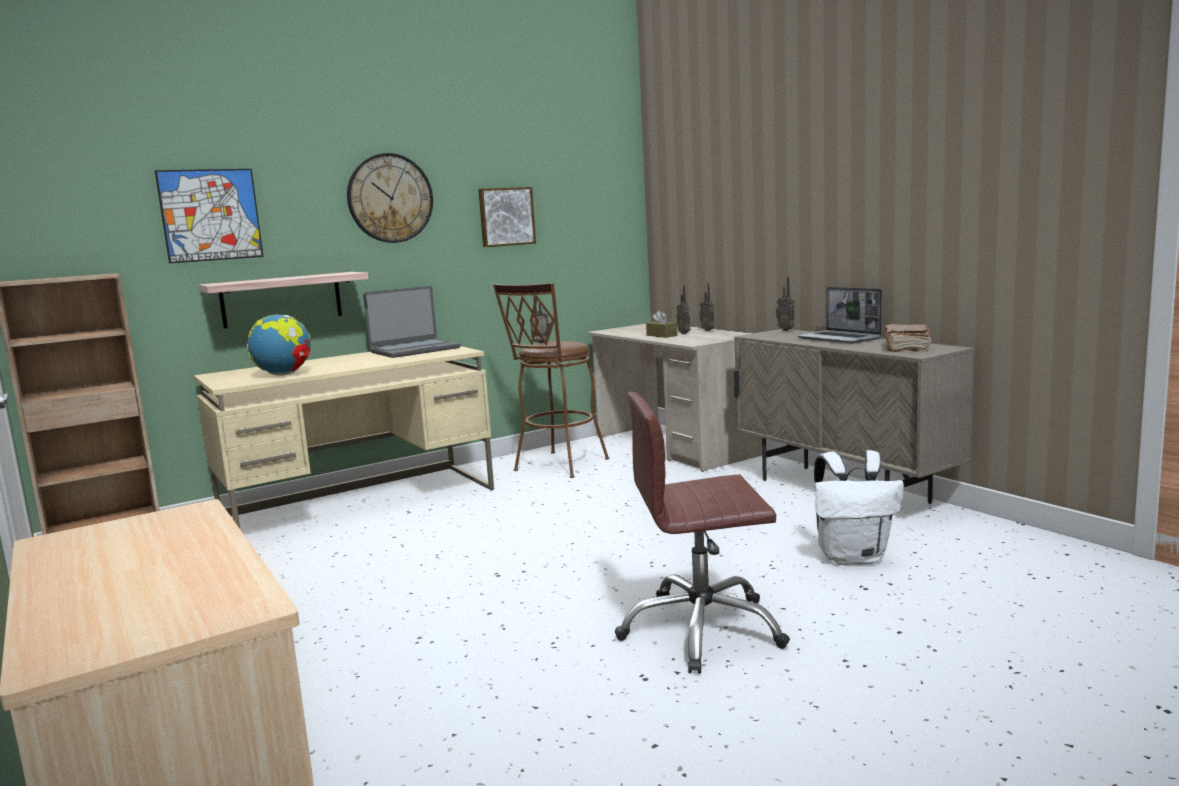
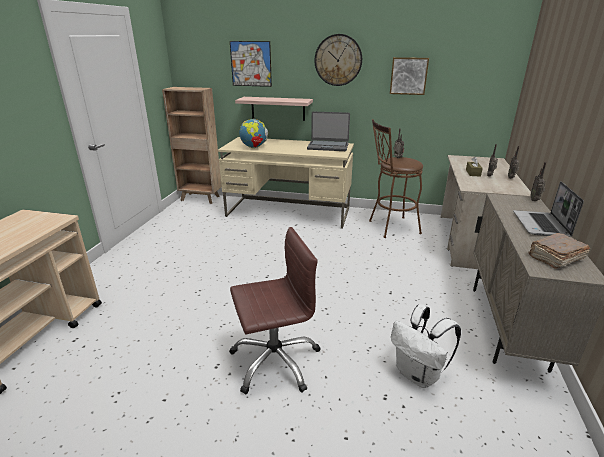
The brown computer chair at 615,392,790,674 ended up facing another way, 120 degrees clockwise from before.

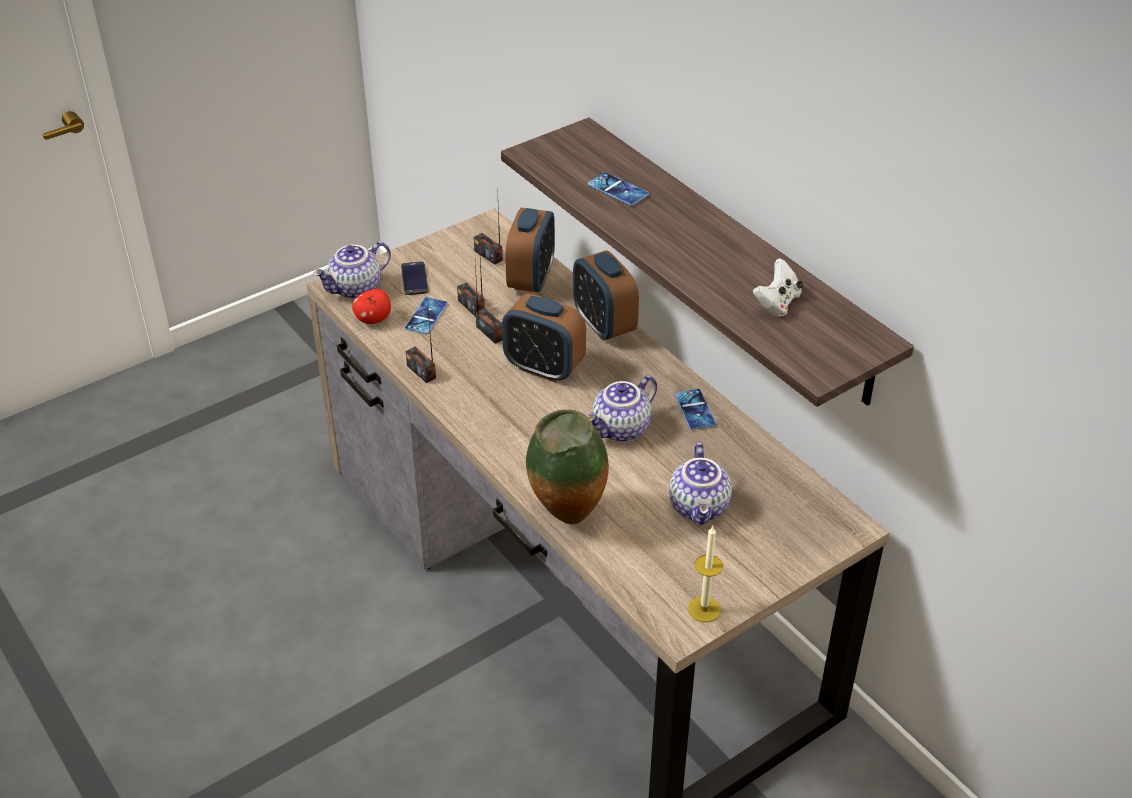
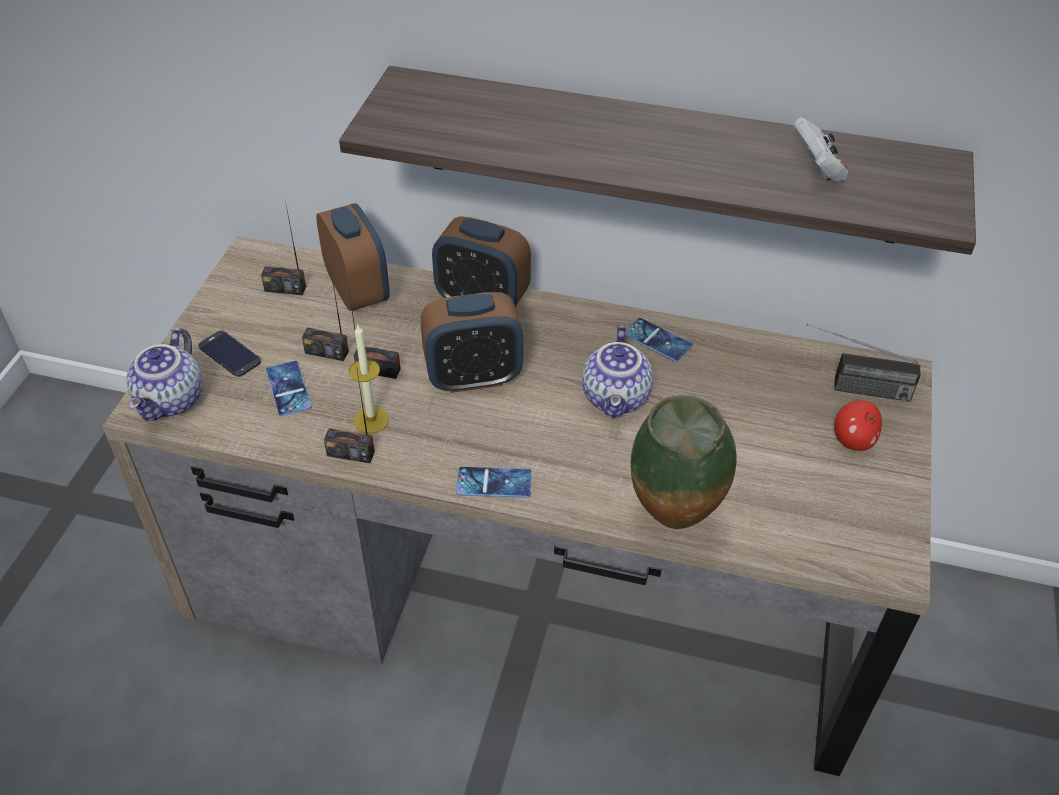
The second view lost the tea pot at 669,443,732,525. The second view gained the radio at 807,324,921,402. The apple fruit ended up elsewhere, having gone from 352,289,391,324 to 834,400,882,451. The phone ended up elsewhere, having gone from 588,172,649,206 to 456,466,532,498. The candle ended up elsewhere, having gone from 688,526,723,622 to 349,325,389,434.

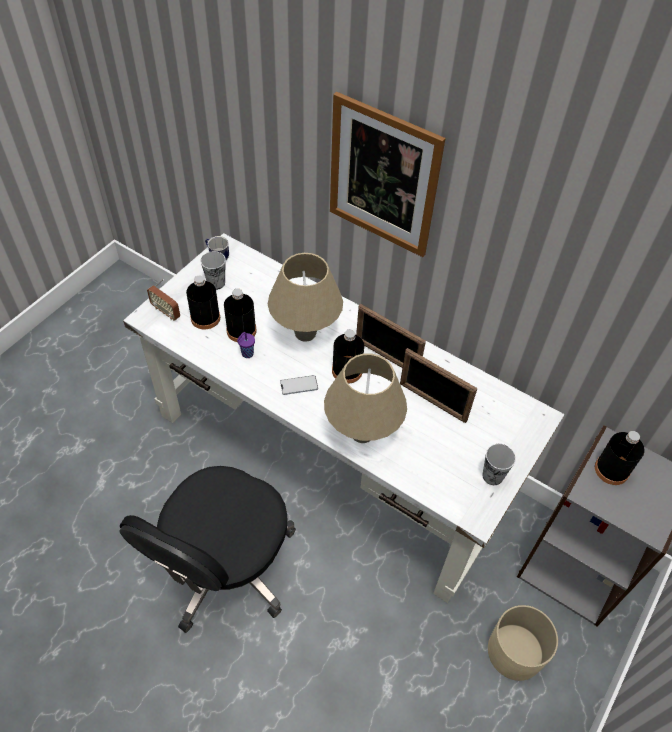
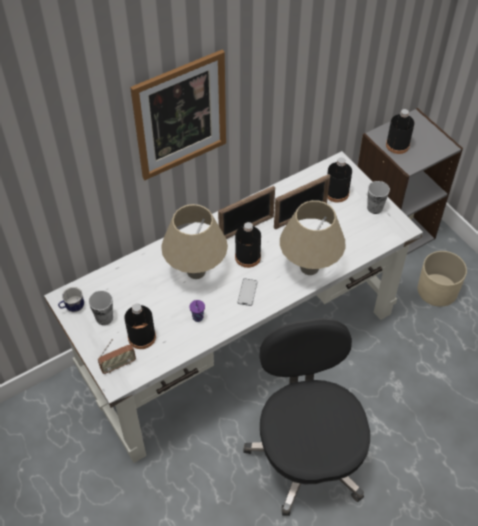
The blackish beverage bottle ended up elsewhere, having gone from 224,289,257,342 to 327,157,352,203. The blackish computer chair at 119,466,296,633 ended up facing another way, 150 degrees counterclockwise from before.

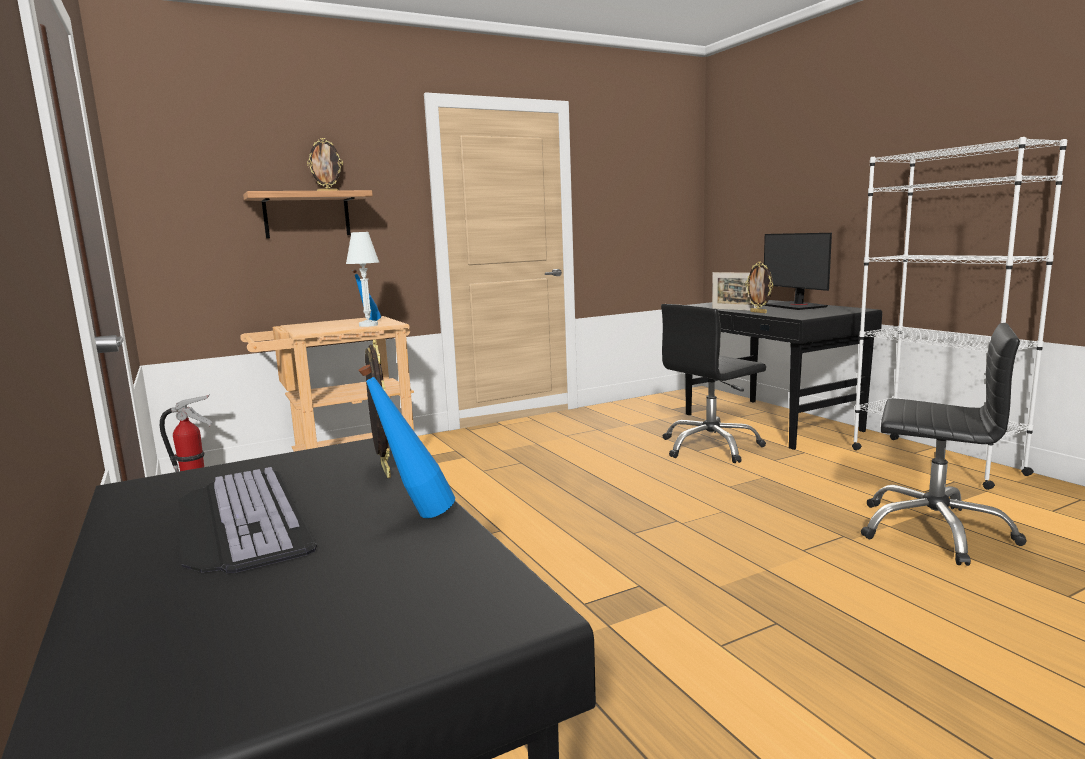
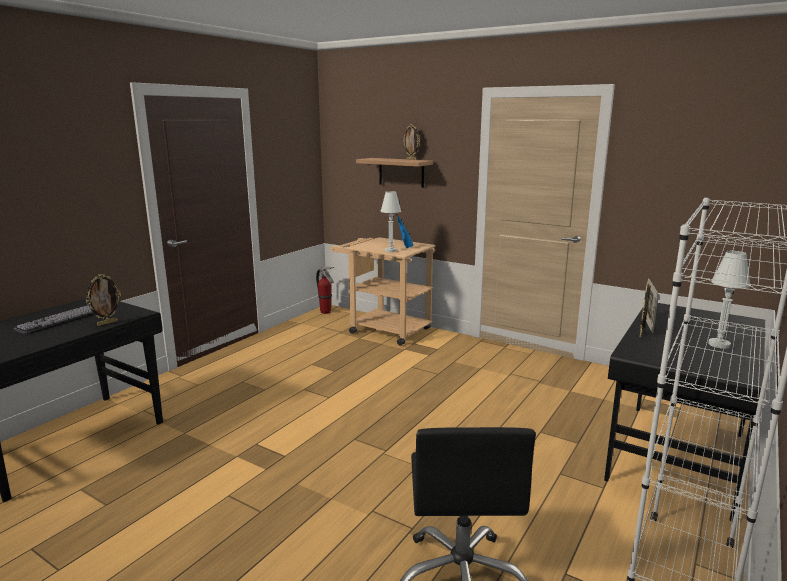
The second view lost the blue beverage bottle at 358,365,455,518. The second view lost the blackish computer chair at 661,304,766,463. Where the monitor stood at 764,233,832,310, the whitish lamp for a table came to stand at 708,251,751,349.

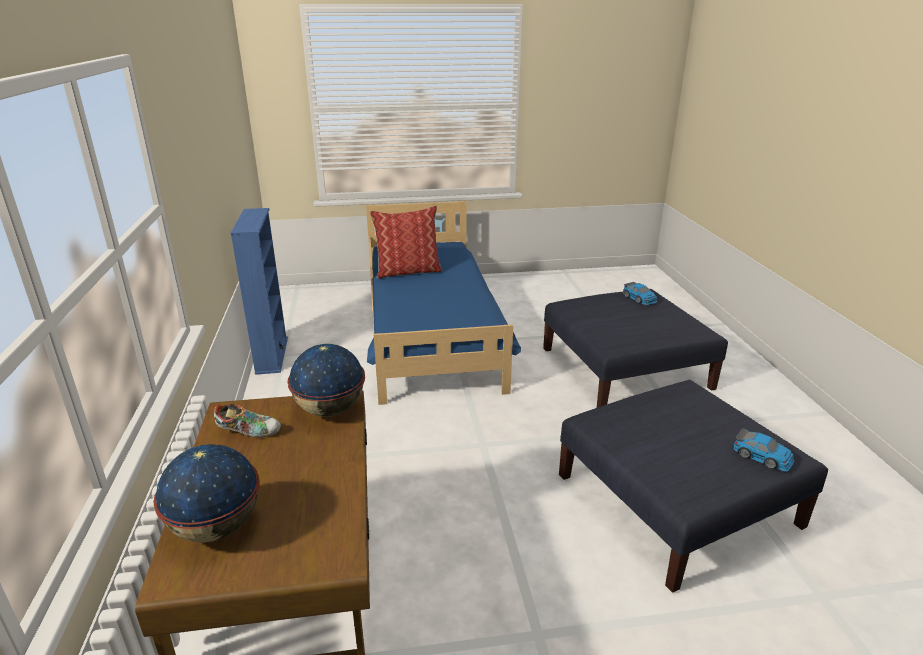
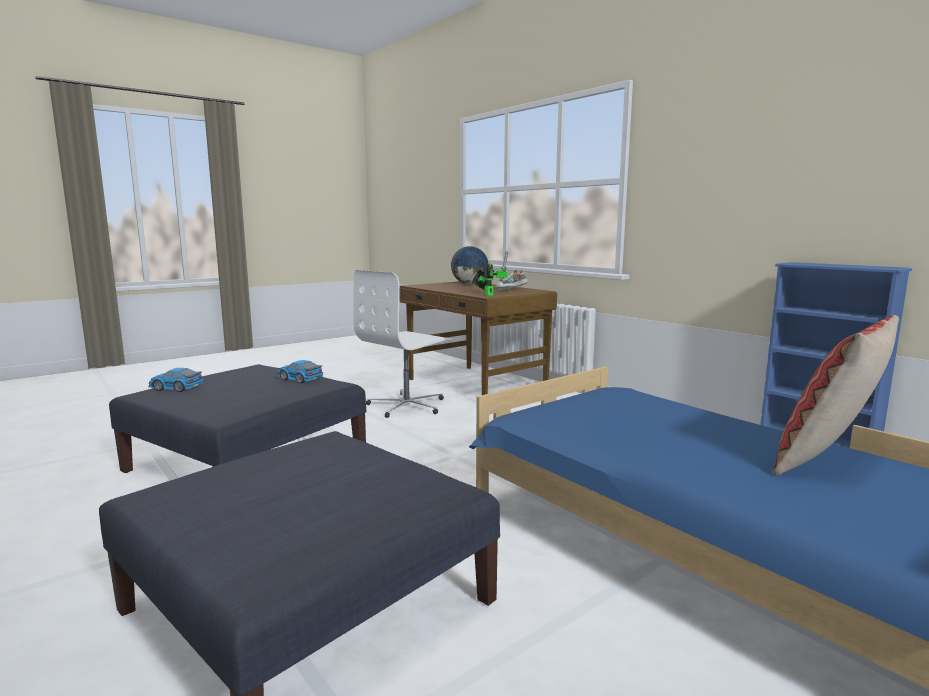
The second view gained the whitish computer chair at 353,270,452,418. The model car ended up elsewhere, having gone from 623,282,657,305 to 277,360,323,383. Where the world globe stood at 288,344,365,417, the model robot came to stand at 472,251,508,296.

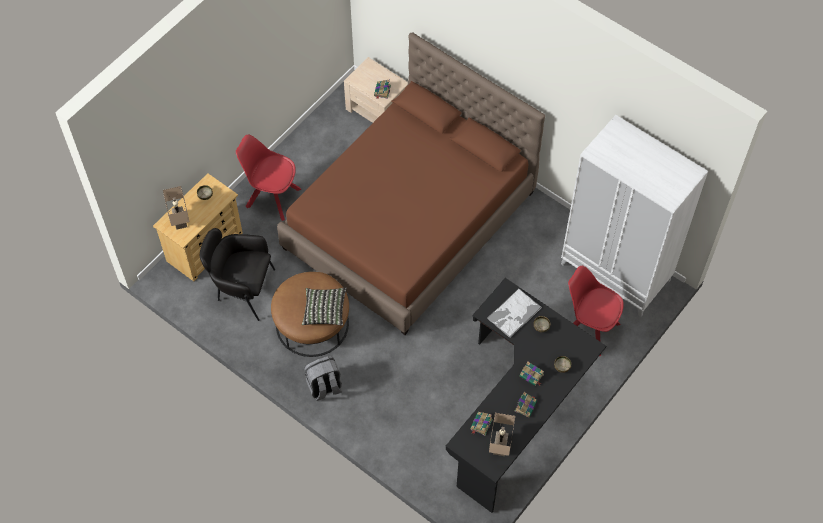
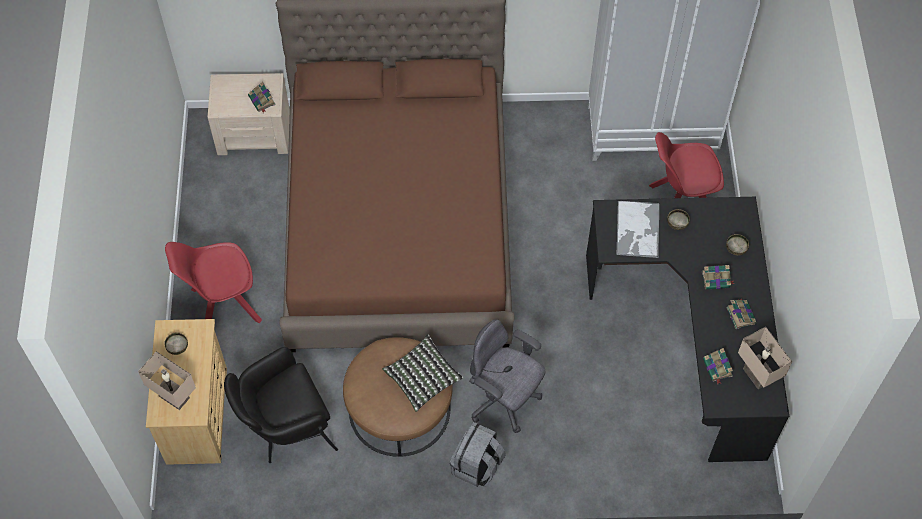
The second view gained the gray computer chair at 469,319,545,433.

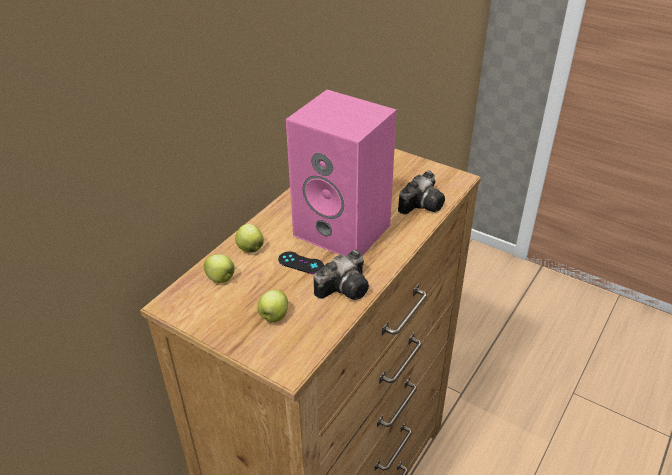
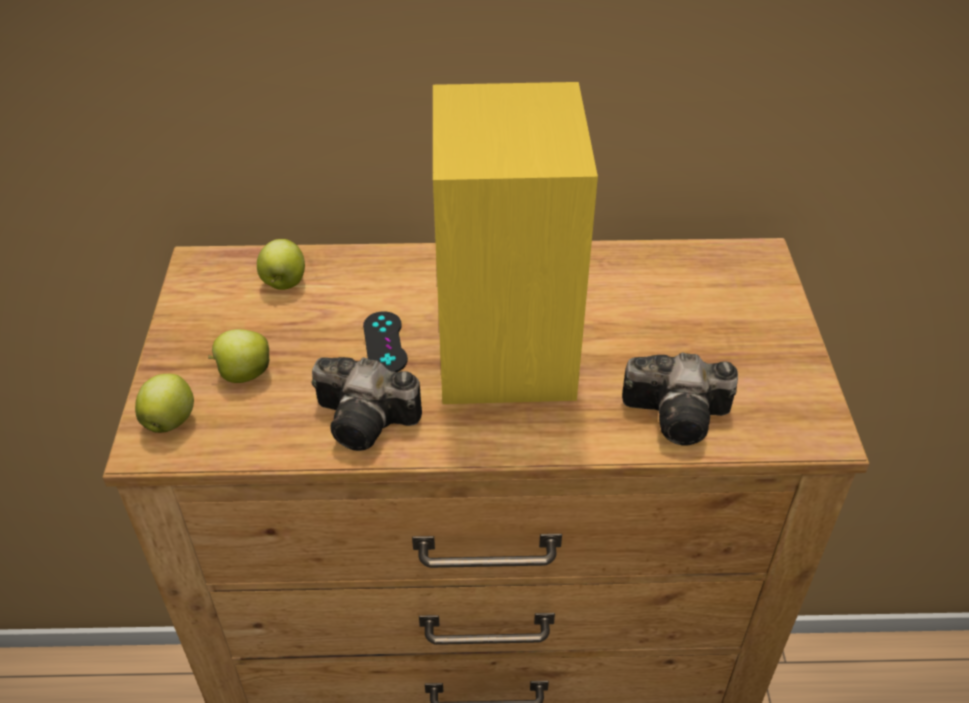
The apple fruit ended up elsewhere, having gone from 235,224,264,252 to 135,374,194,433. What was the pinkish speaker at 286,90,397,256 turned into the yellowish speaker at 433,82,598,404.

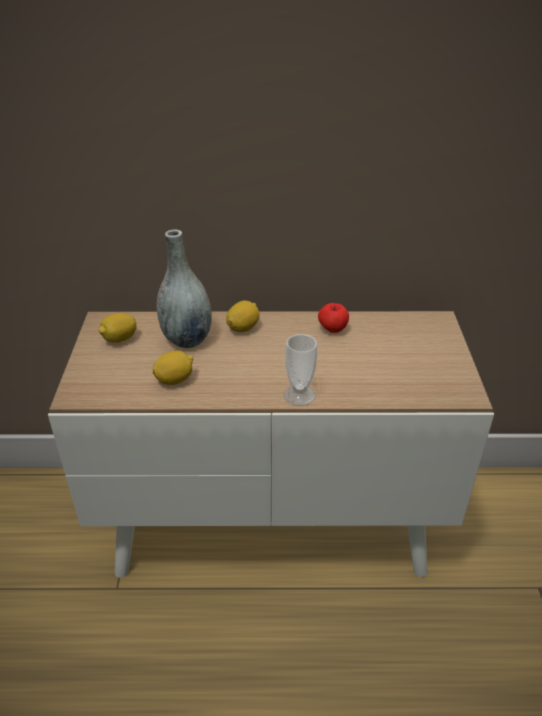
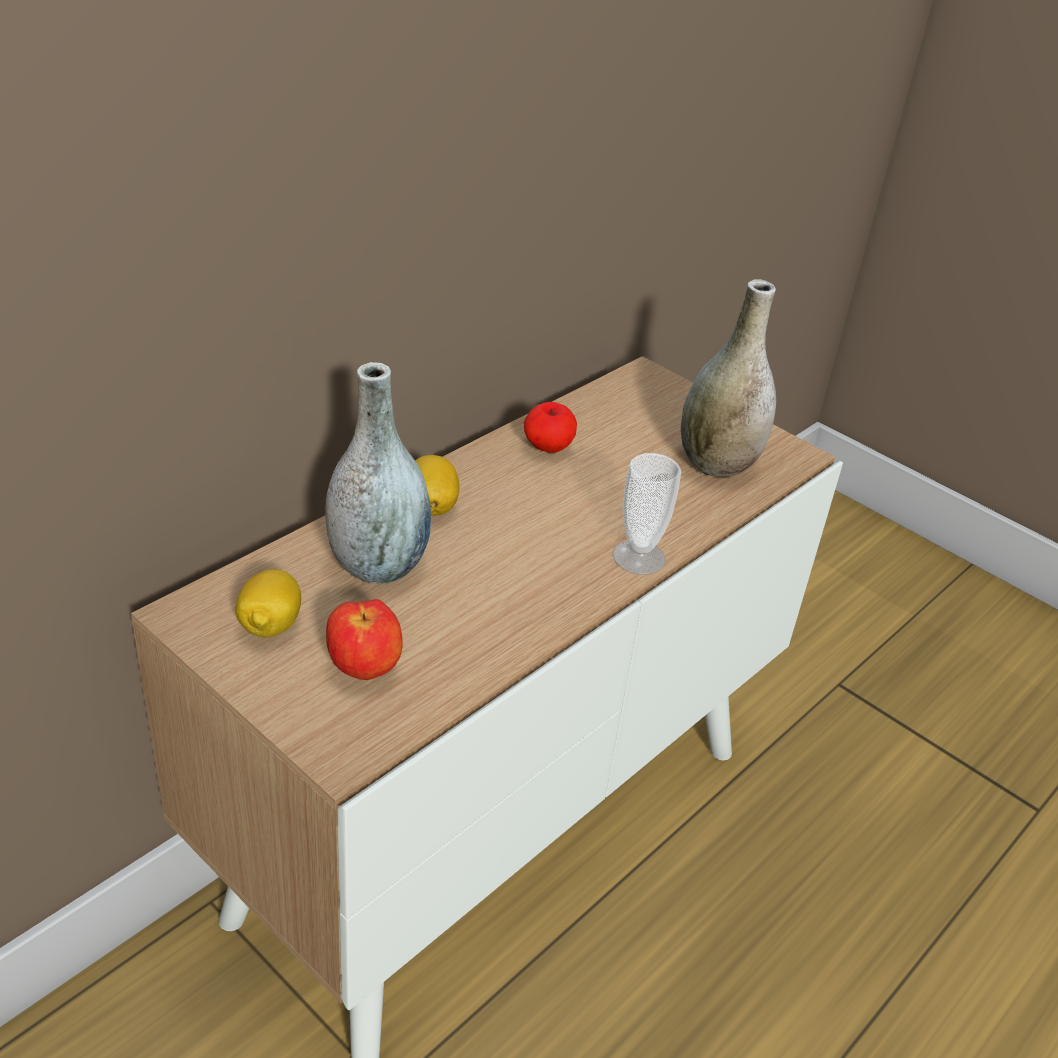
The second view lost the citrus fruit at 153,351,193,385. The second view gained the apple fruit at 326,599,403,680. The second view gained the gray decorative vase at 681,279,776,477.

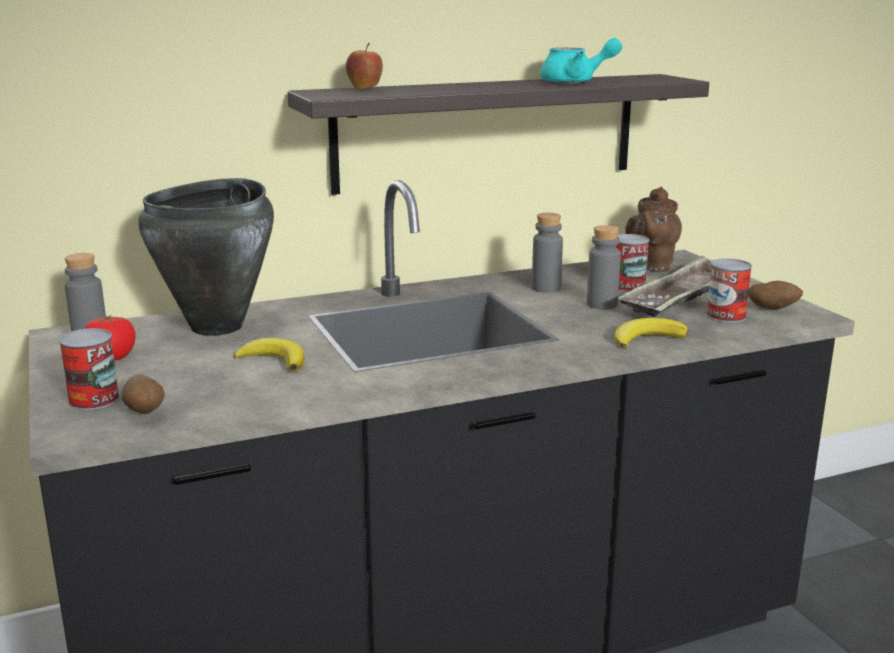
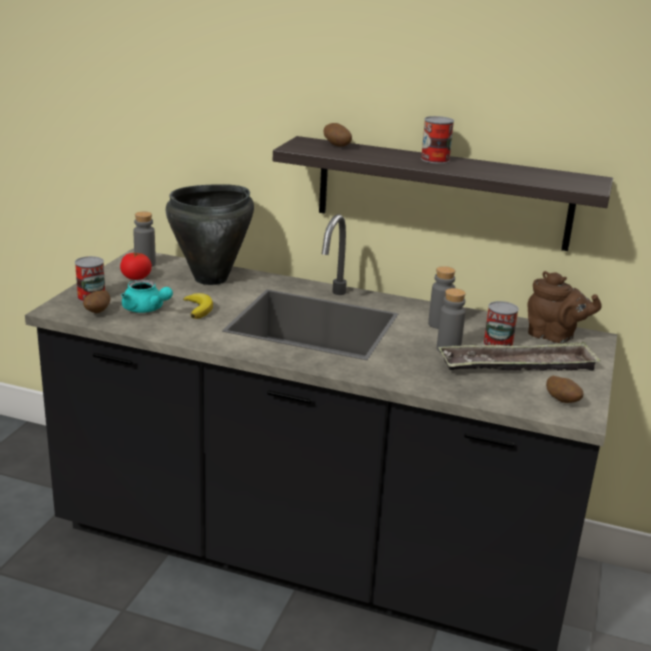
The second view lost the banana at 614,318,688,349. The blue-green tea pot ended up elsewhere, having gone from 540,38,622,84 to 121,279,173,313. The metal can ended up elsewhere, having gone from 706,258,752,322 to 421,116,454,164. Where the apple fruit stood at 346,43,383,90, the spud came to stand at 324,123,352,147. The brown tea pot at 625,187,682,272 ended up facing another way, 120 degrees counterclockwise from before.

